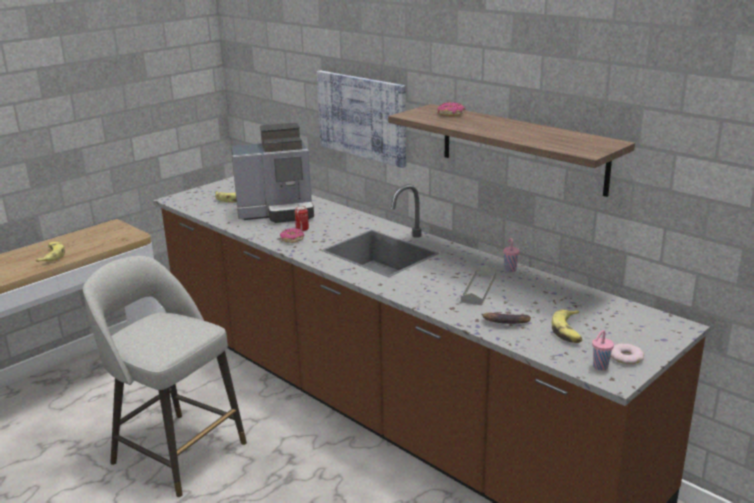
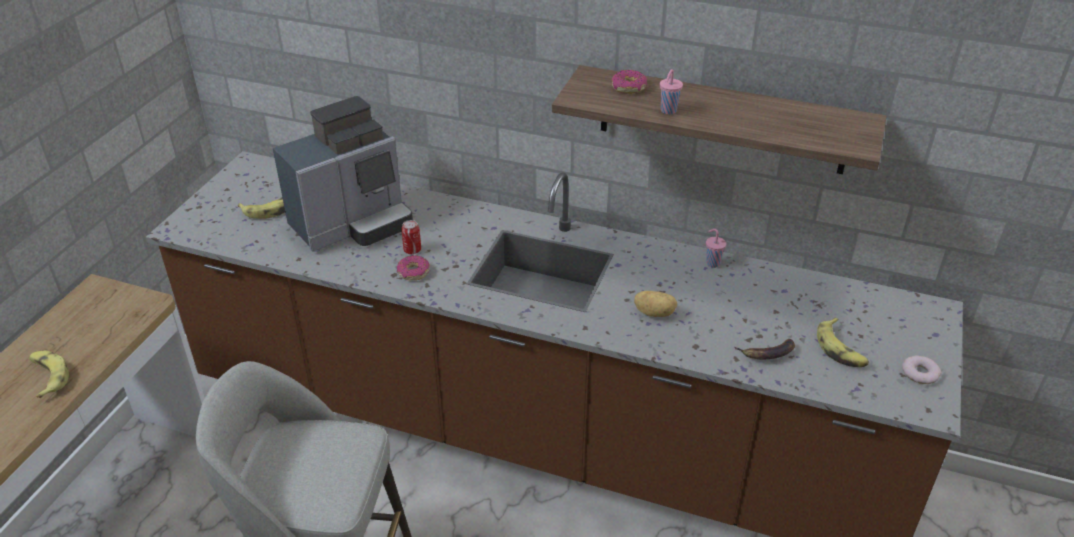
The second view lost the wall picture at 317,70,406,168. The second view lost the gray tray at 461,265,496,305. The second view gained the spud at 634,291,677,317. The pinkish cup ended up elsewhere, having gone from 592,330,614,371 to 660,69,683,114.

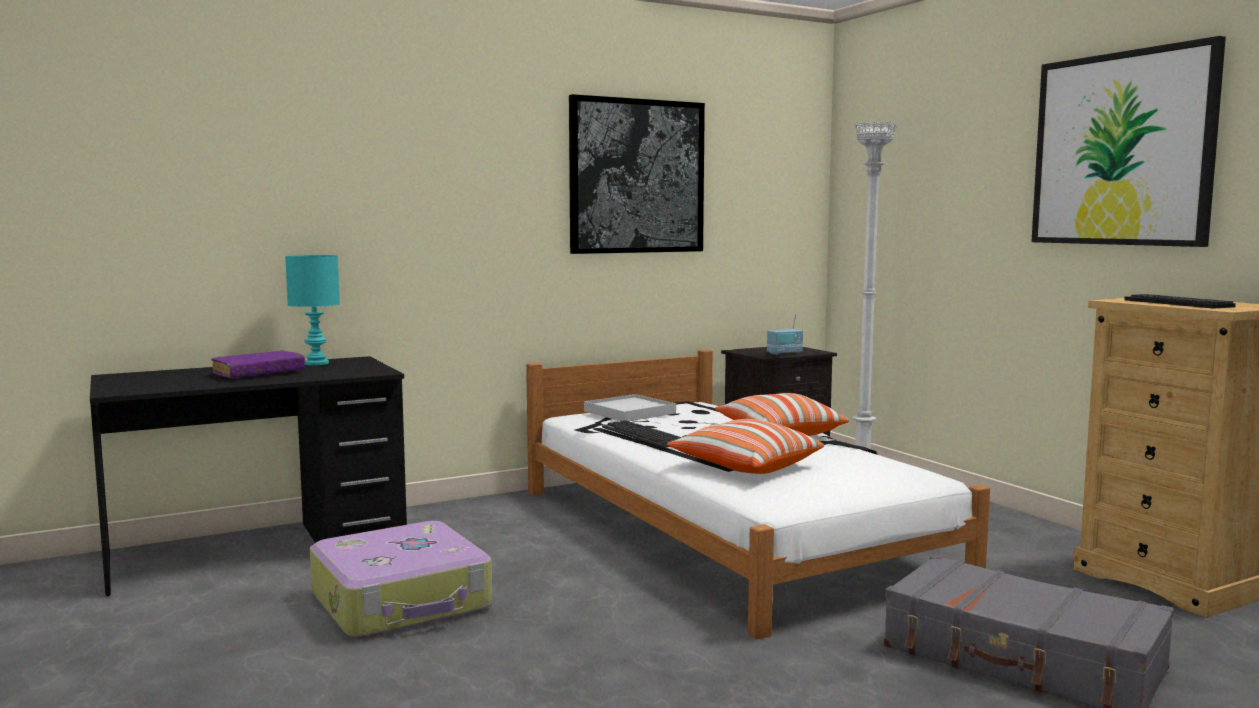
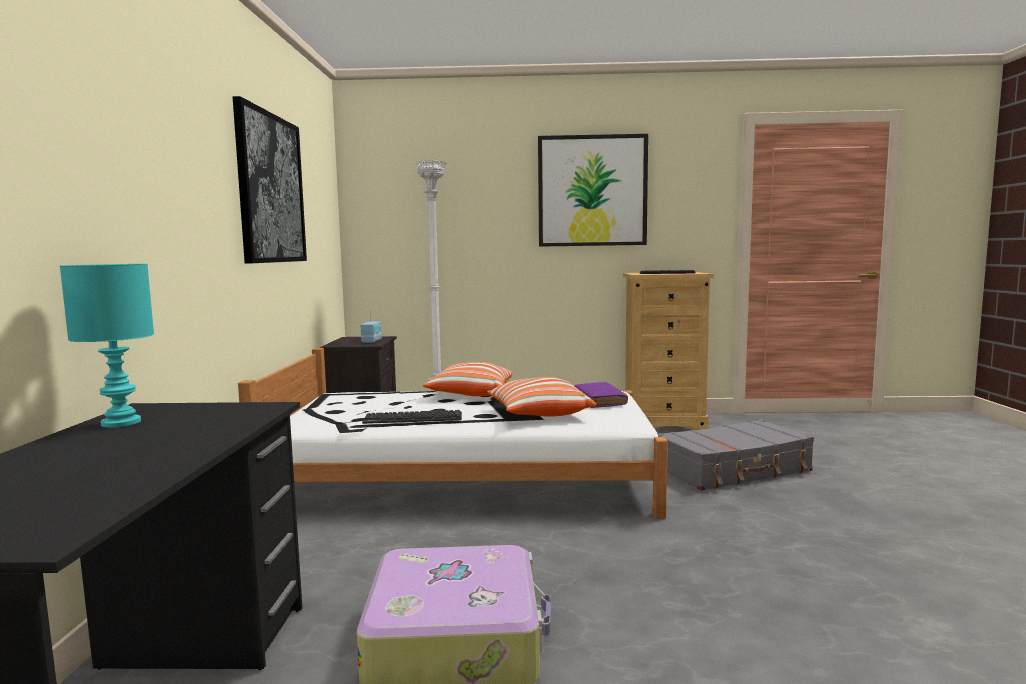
The second view lost the whitish tray at 584,394,676,421. The purple bound book ended up elsewhere, having gone from 211,350,305,379 to 575,382,628,408.

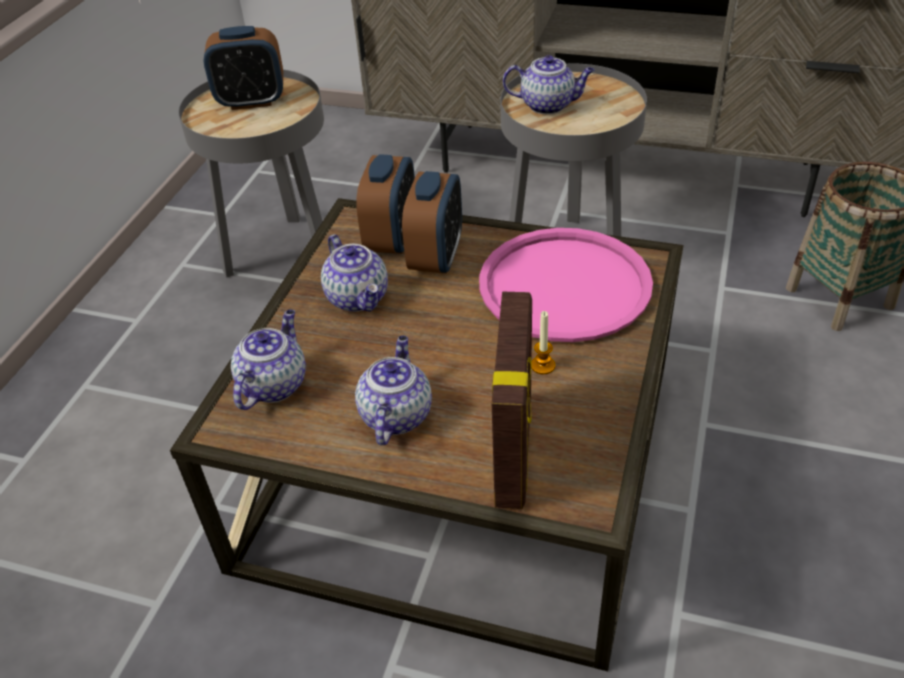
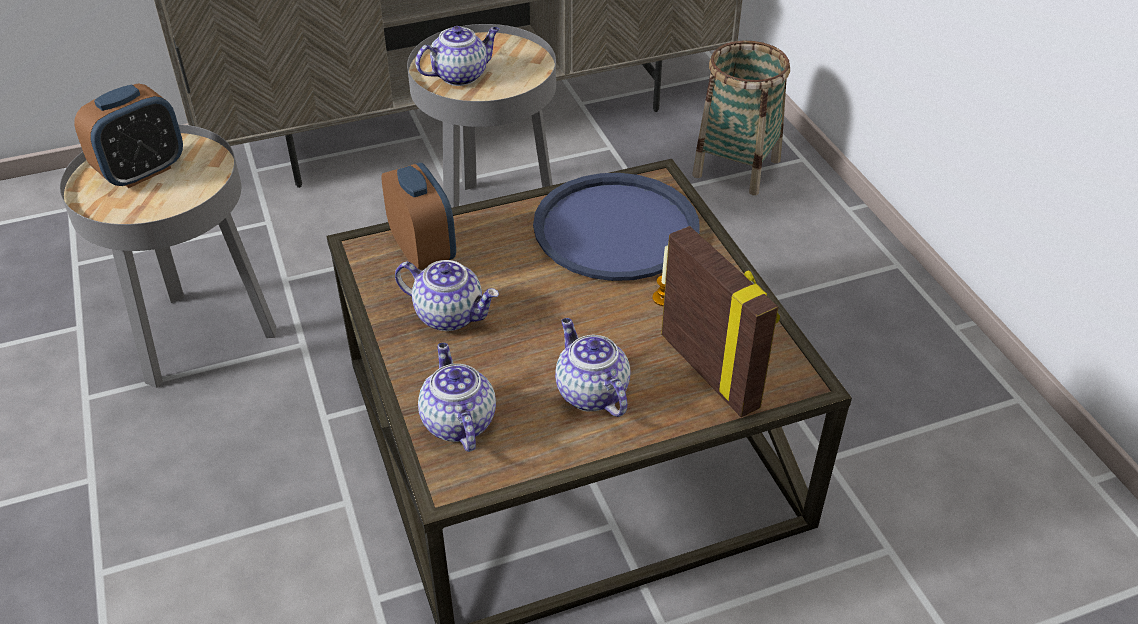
The second view lost the table clock at 402,171,462,274. What was the pinkish tray at 479,228,653,342 turned into the blue tray at 533,173,699,281.

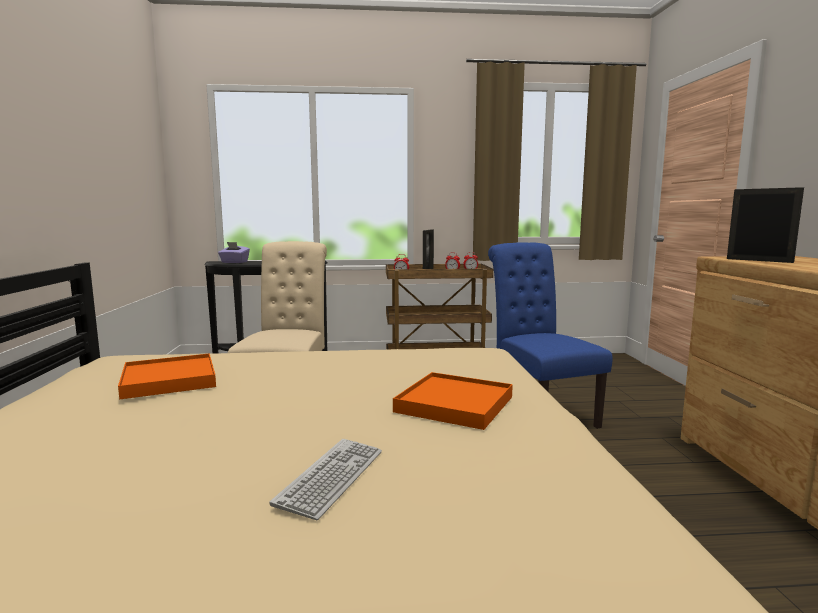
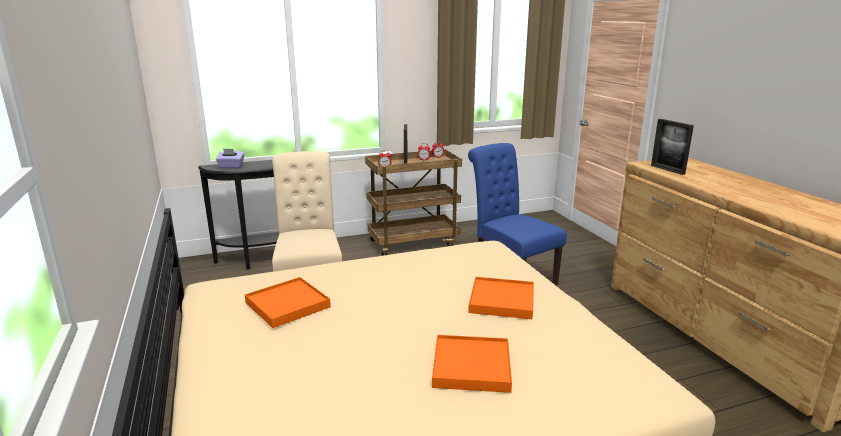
Where the keyboard stood at 269,439,382,520, the orange tray came to stand at 432,335,512,393. The standing frame at 727,187,804,263 ended up facing another way, 150 degrees counterclockwise from before.

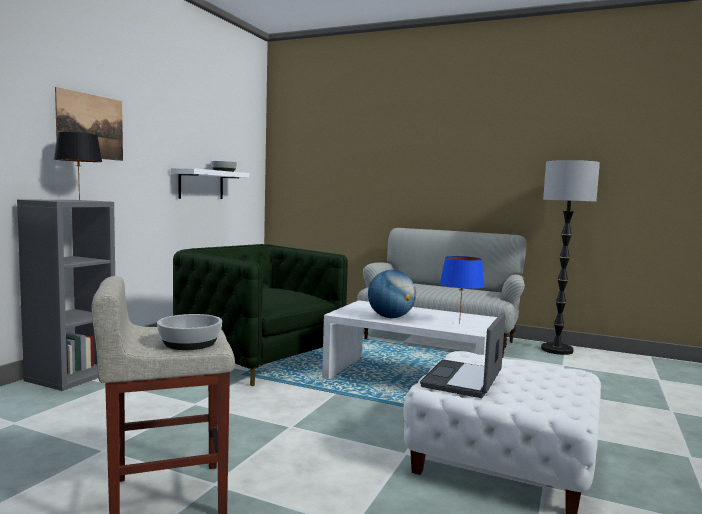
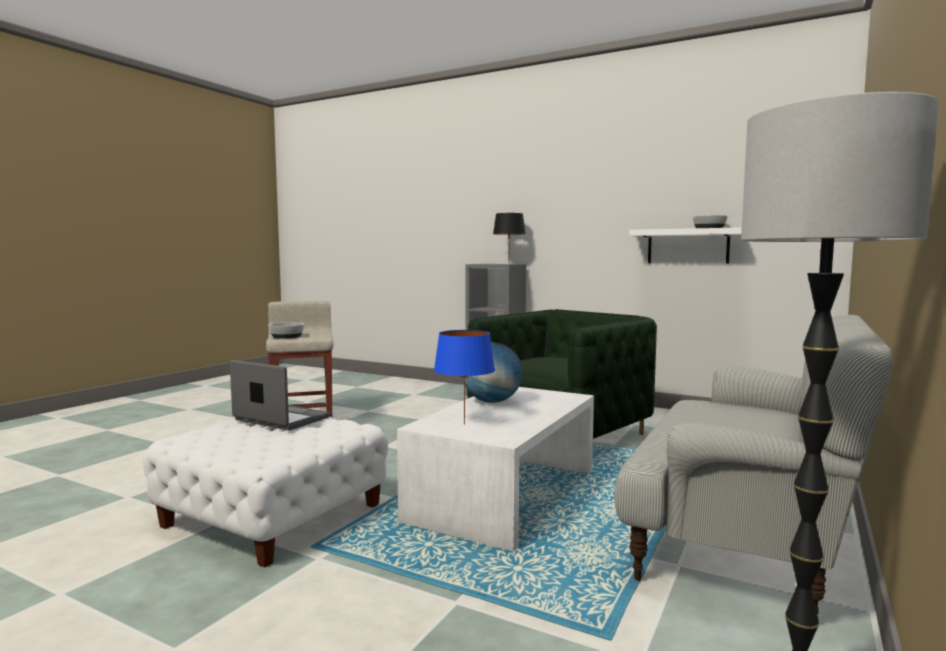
The second view lost the wall picture at 55,87,123,161.

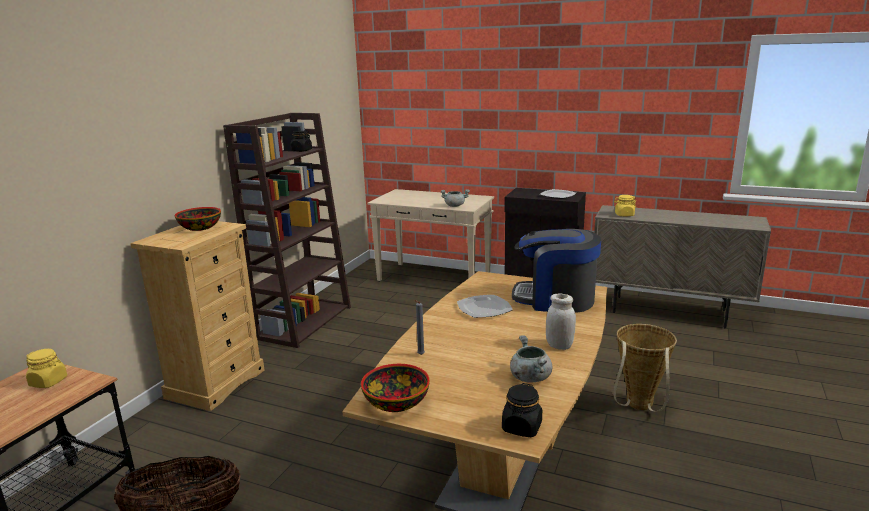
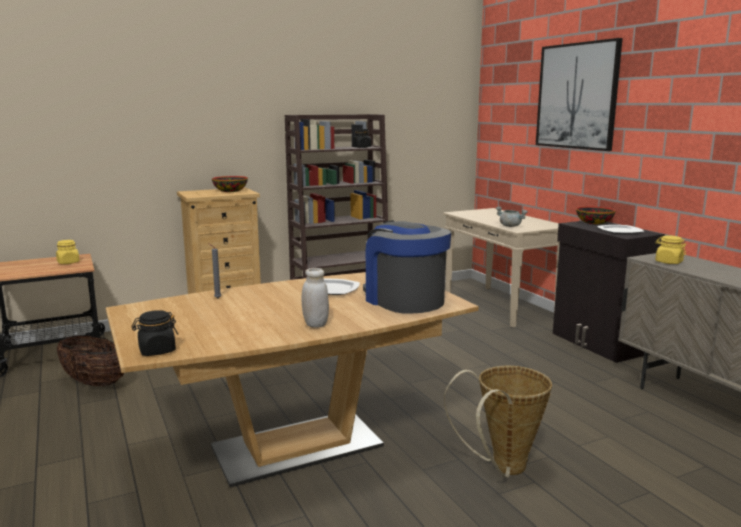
The second view lost the gray cooking pot at 510,336,552,383. The second view gained the wall picture at 536,38,623,151. The bowl ended up elsewhere, having gone from 361,364,430,412 to 576,206,615,224.

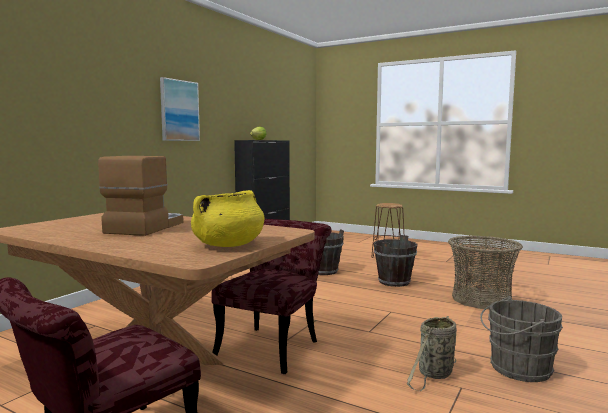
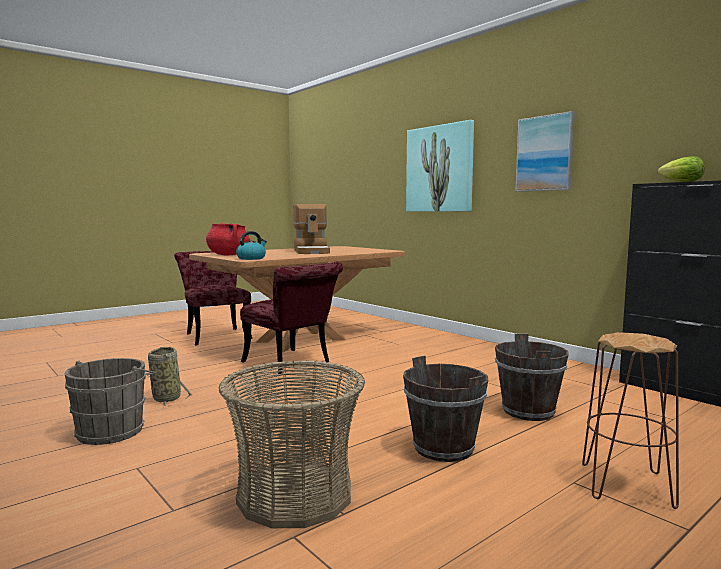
The second view gained the kettle at 236,231,267,260. The second view gained the wall picture at 406,120,474,212. What was the yellowish cooking pot at 191,190,264,247 turned into the reddish cooking pot at 206,223,250,255. The coffee machine at 98,156,183,236 ended up facing another way, 45 degrees clockwise from before.

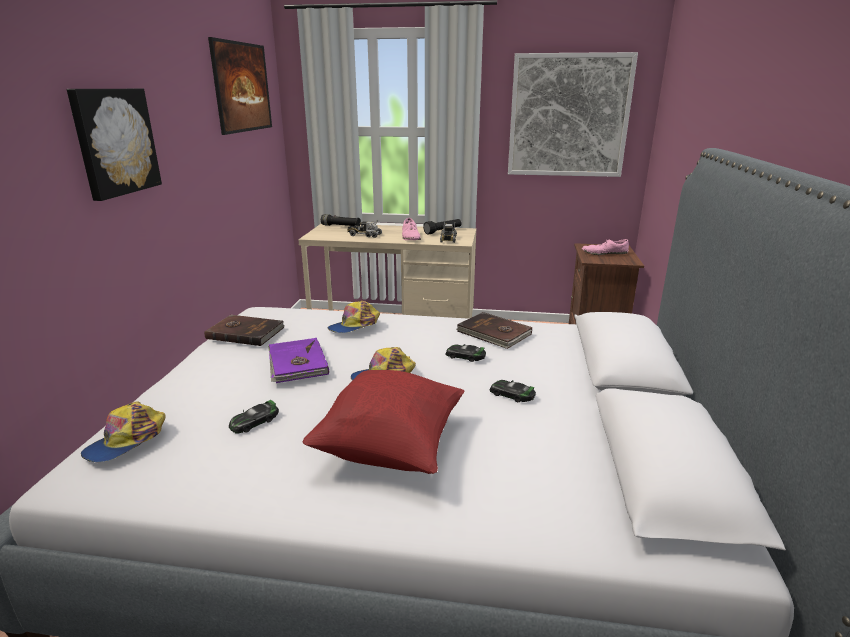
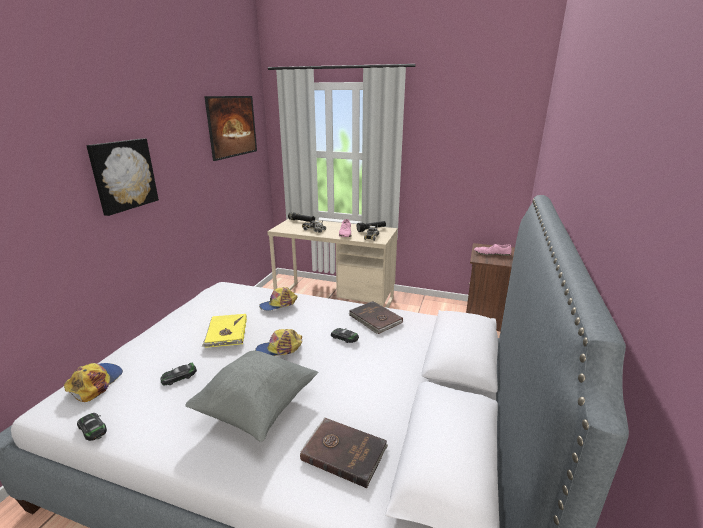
The second view lost the wall picture at 508,52,638,177. The brown bound book ended up elsewhere, having gone from 204,315,285,346 to 300,417,388,488. The model car ended up elsewhere, having gone from 489,380,536,402 to 77,413,107,441. What was the purple bound book at 268,338,329,383 turned into the yellowish bound book at 202,314,247,348. What was the reddish pillow at 303,370,465,474 turned into the gray pillow at 185,351,318,442. The cap at 81,401,166,462 ended up facing another way, 150 degrees clockwise from before.

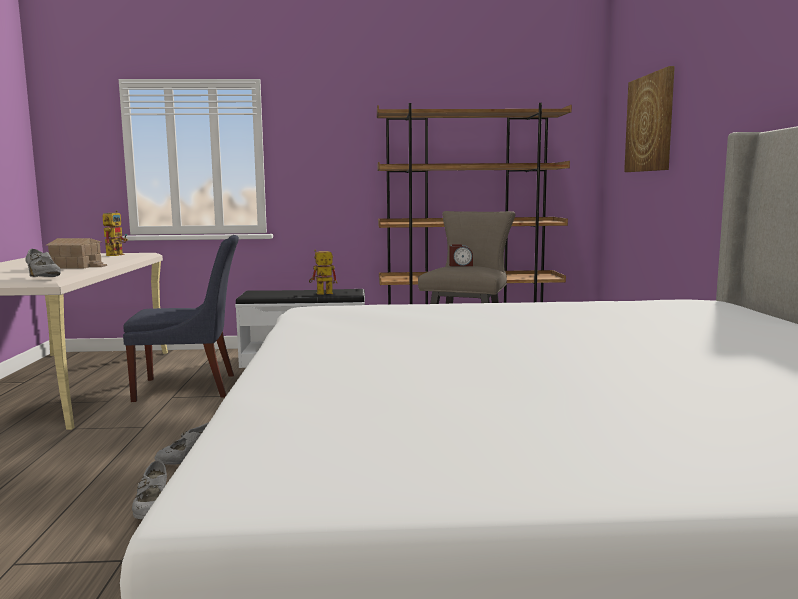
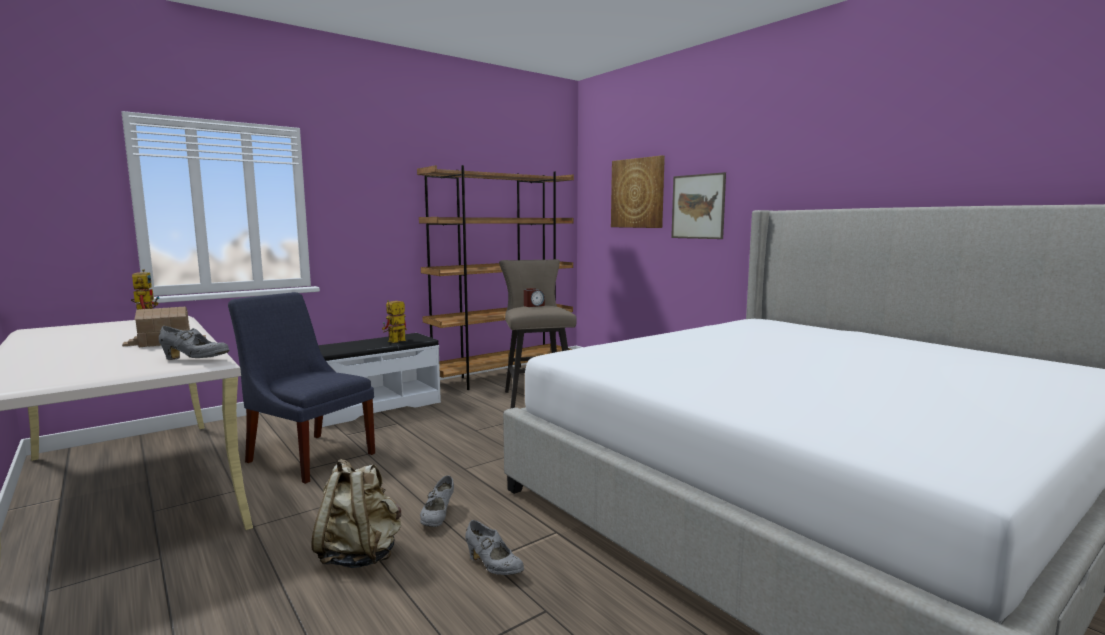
The second view gained the beige knapsack at 311,459,401,568. The second view gained the wall picture at 671,172,726,239. The blue plain chair at 123,235,239,402 ended up facing another way, 105 degrees counterclockwise from before.

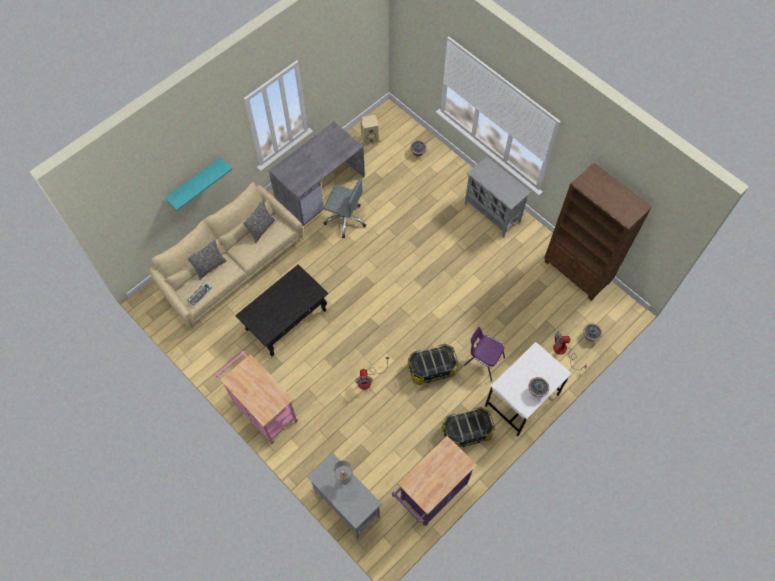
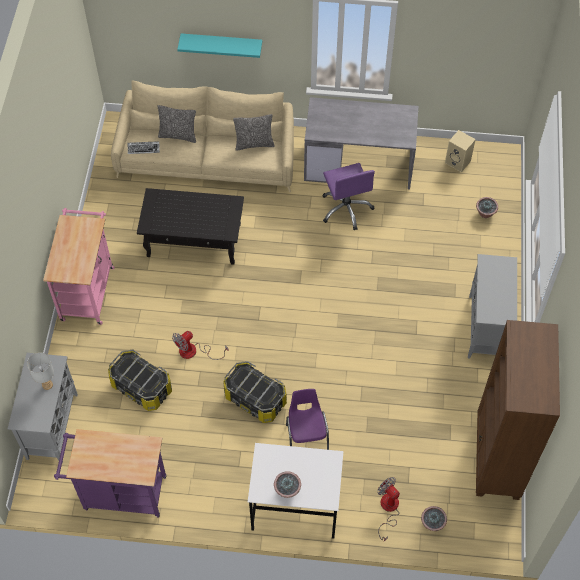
The storage box ended up elsewhere, having gone from 442,407,495,447 to 108,350,172,411. What was the gray computer chair at 323,179,366,238 turned into the purple computer chair at 322,163,375,230.

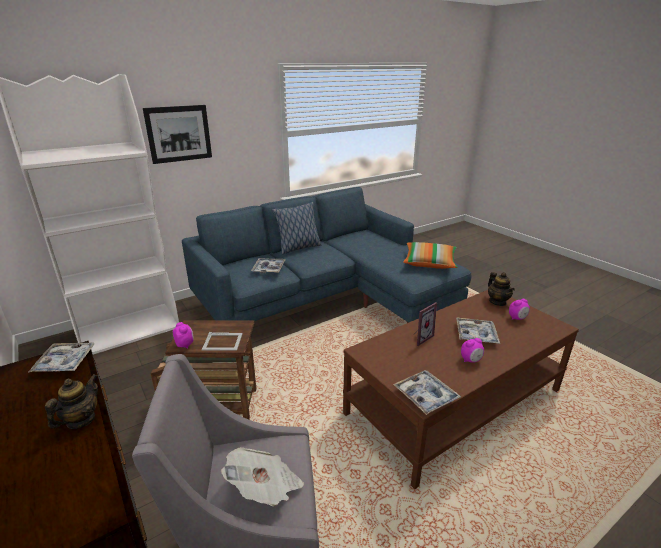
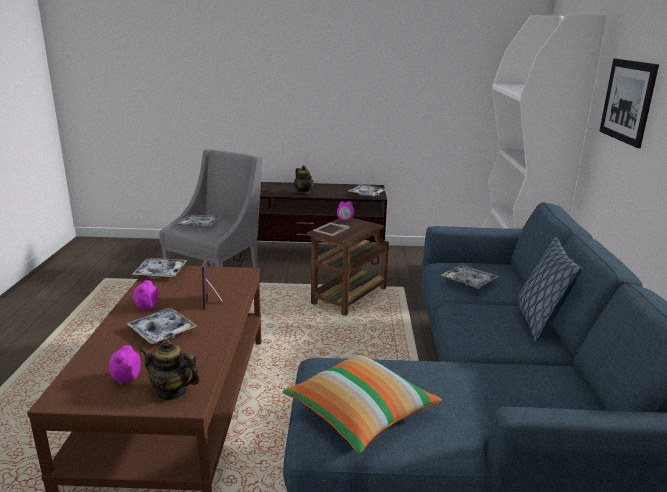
Where the printed paper stood at 221,447,304,506, the tray came to stand at 177,215,220,227.

